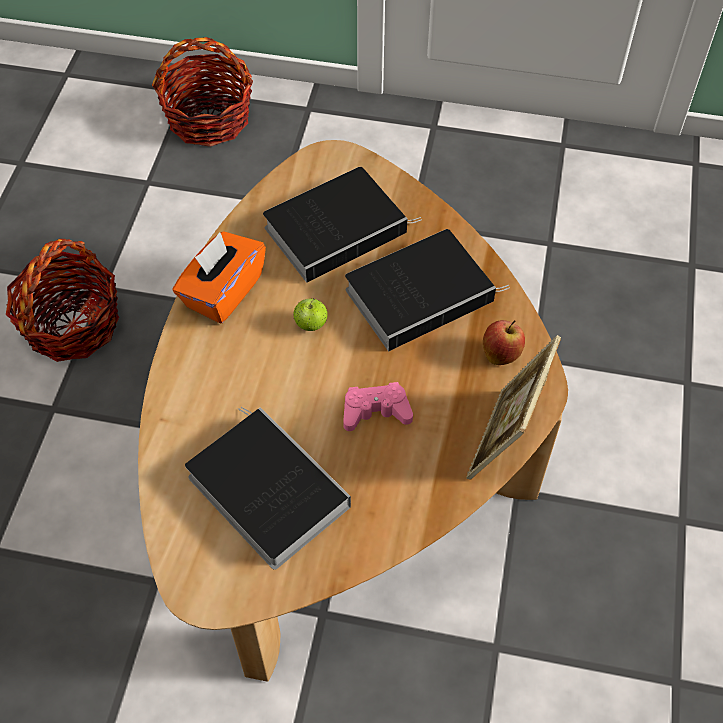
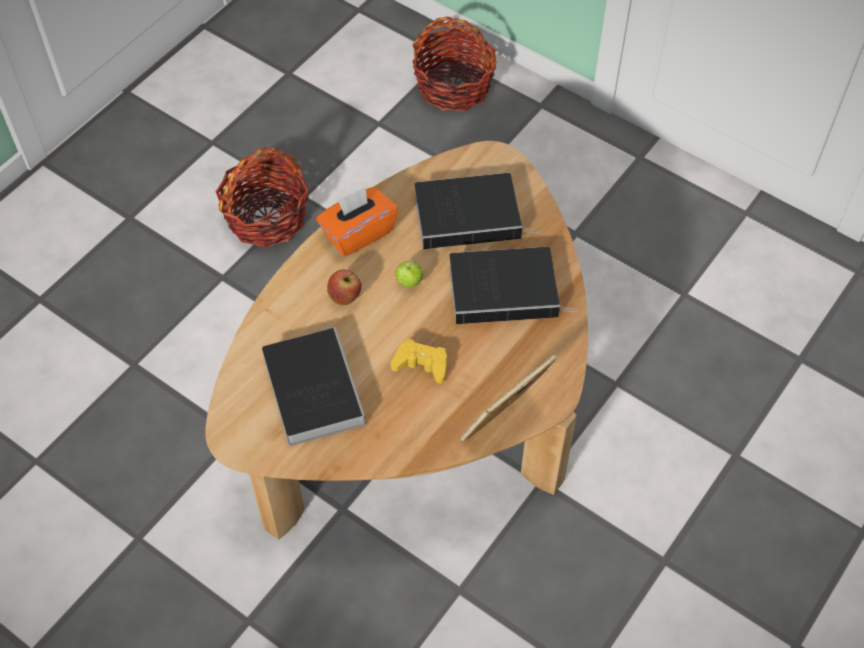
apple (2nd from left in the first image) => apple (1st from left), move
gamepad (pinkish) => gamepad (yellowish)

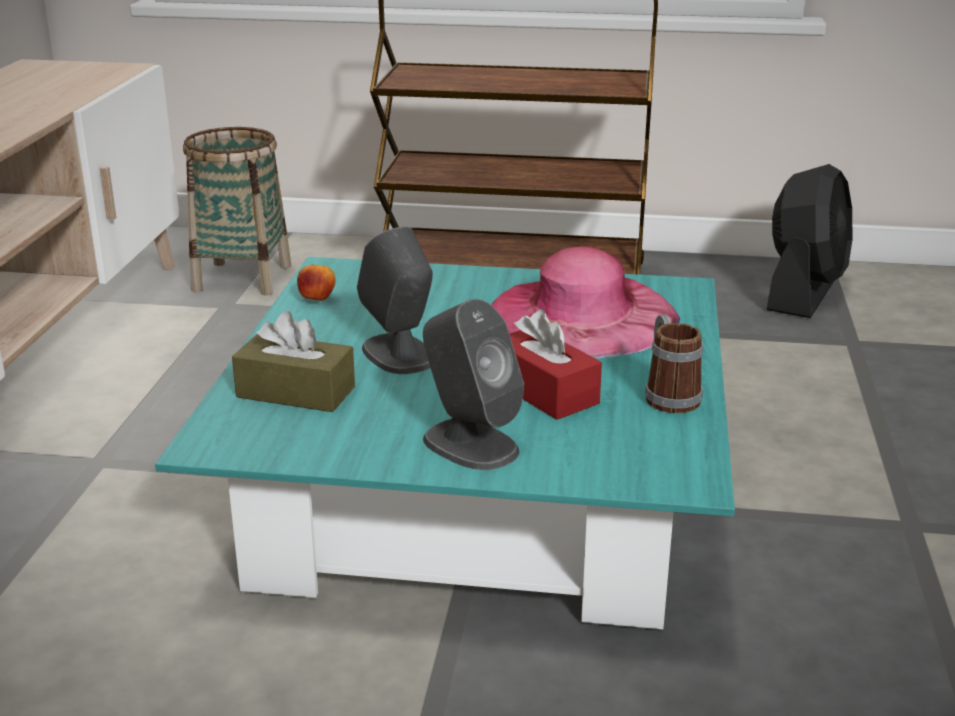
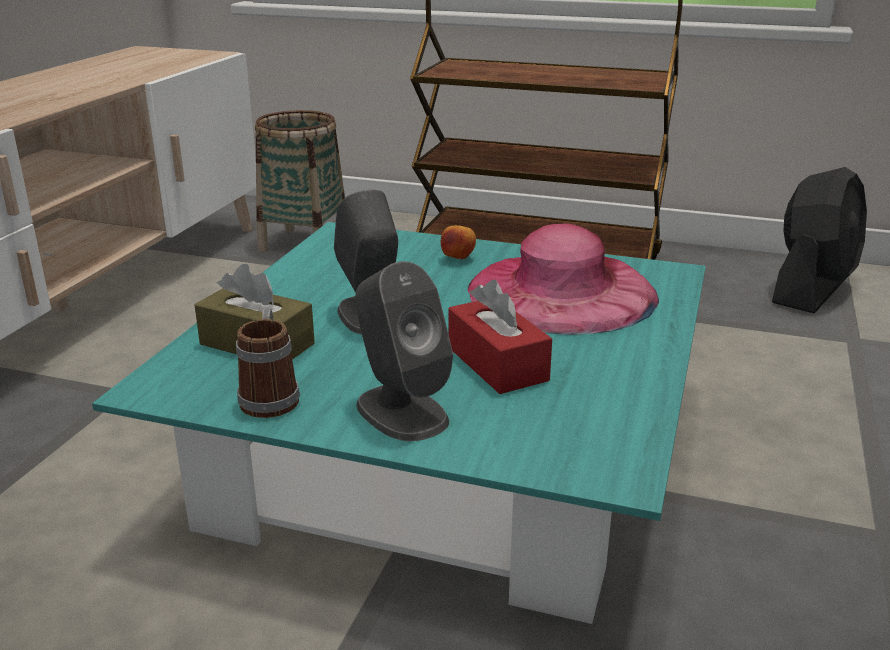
mug, move
apple, move

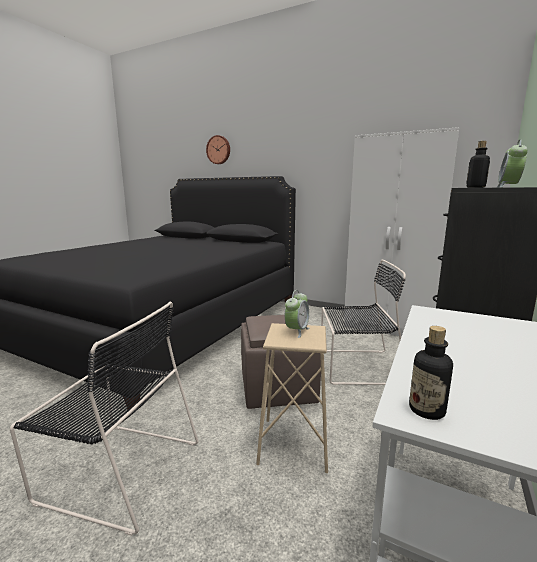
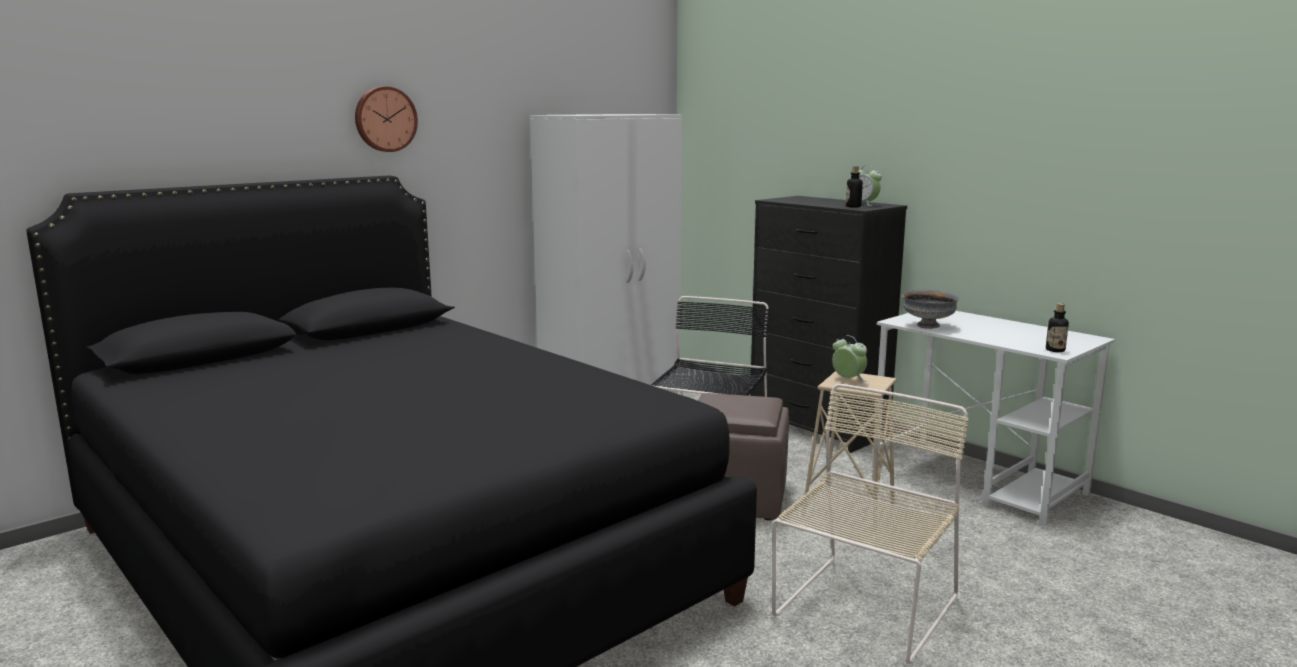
clock on the wall, move
upright chair (black-coloured) (1st from left) => upright chair (beige)
nothing => deep dish (gray)

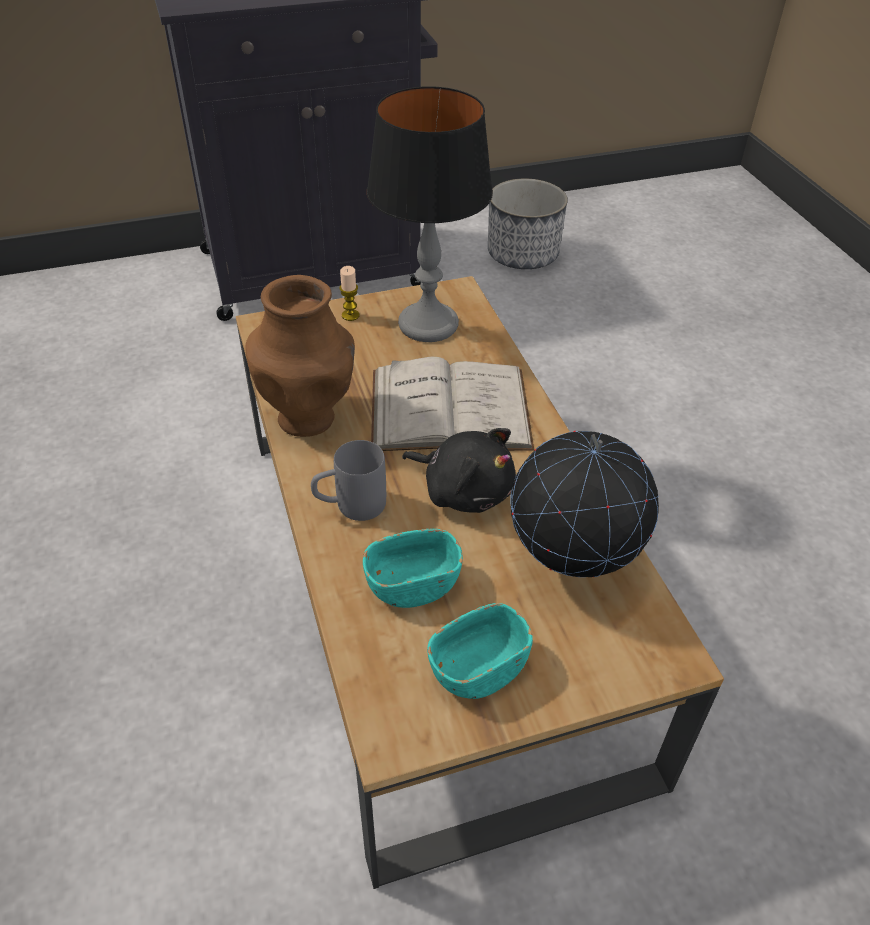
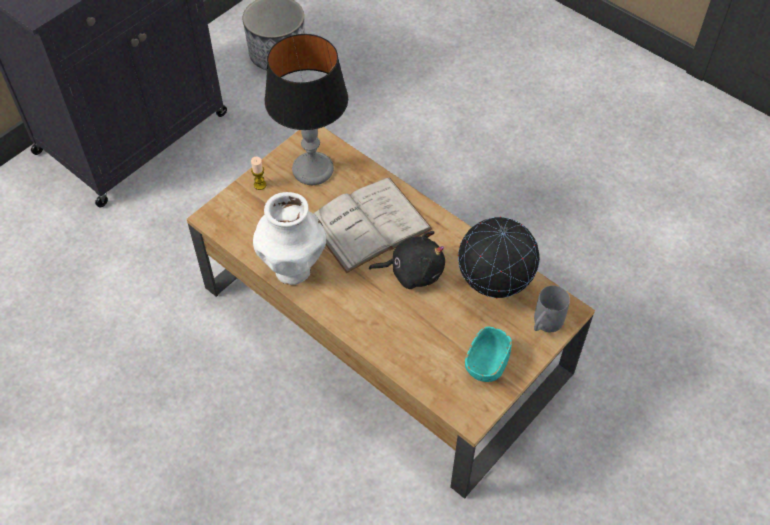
decorative vase (brown-coloured) => decorative vase (white-coloured)
mug (gray), move
deep dish (blue-green) (1st from left) => nothing

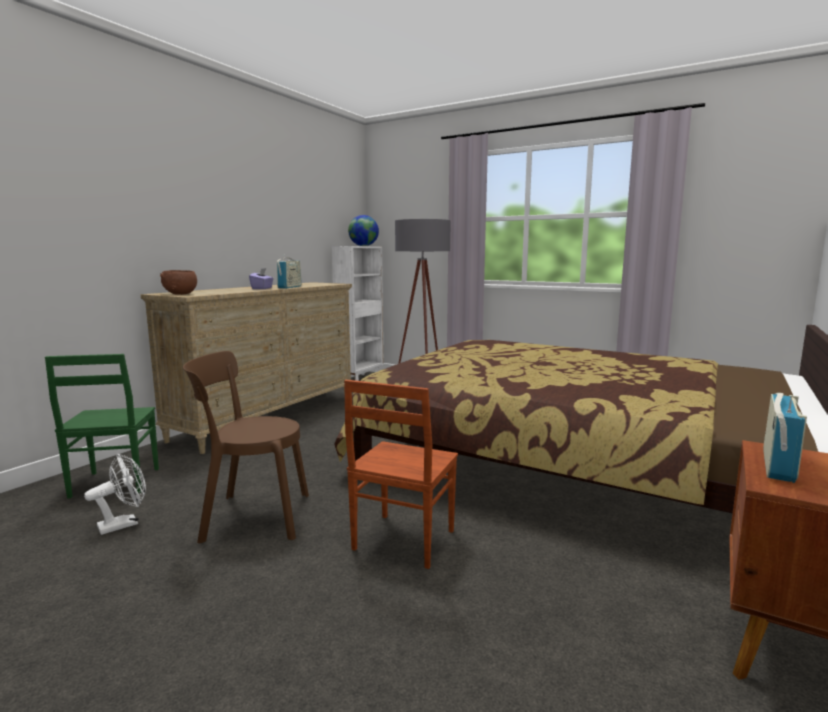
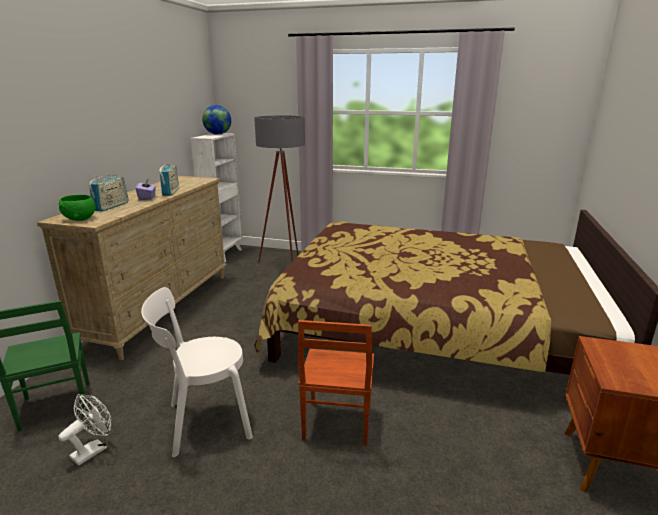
deep dish (brown-coloured) => deep dish (green-coloured)
radio (2nd from left in the first image) => radio (1st from left), move
upright chair (brown-coloured) (1st from left) => upright chair (white-coloured)

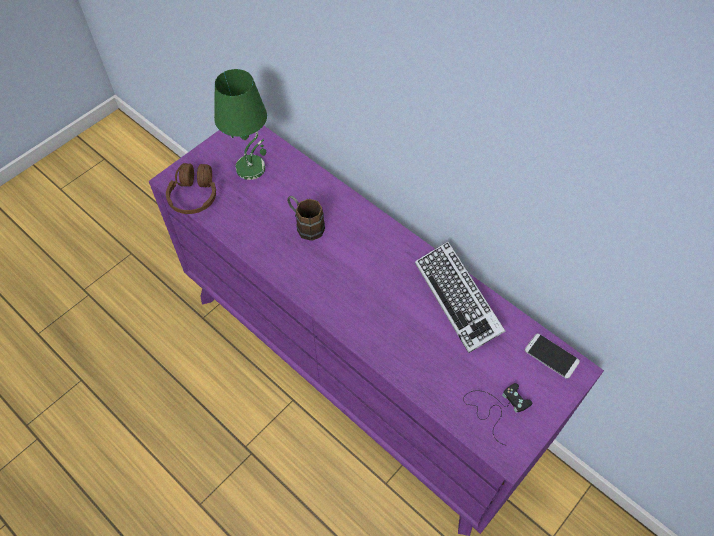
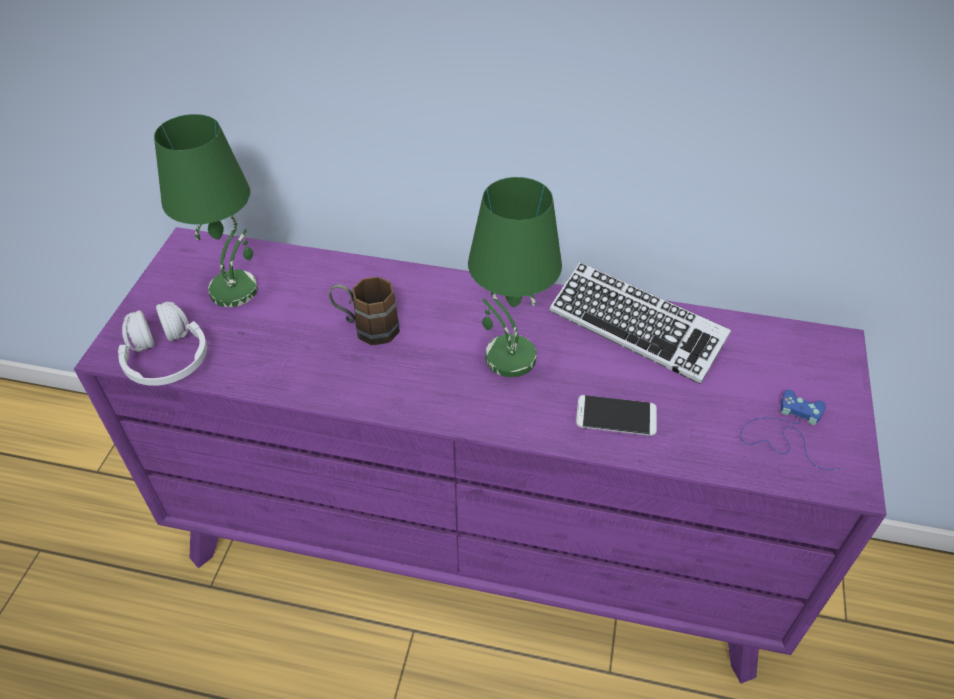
pair of headphones (brown-coloured) => pair of headphones (white-coloured)
nothing => tabletop lamp (green-coloured) (2nd from left)
phone, move
gamepad (black-coloured) => gamepad (bluish)

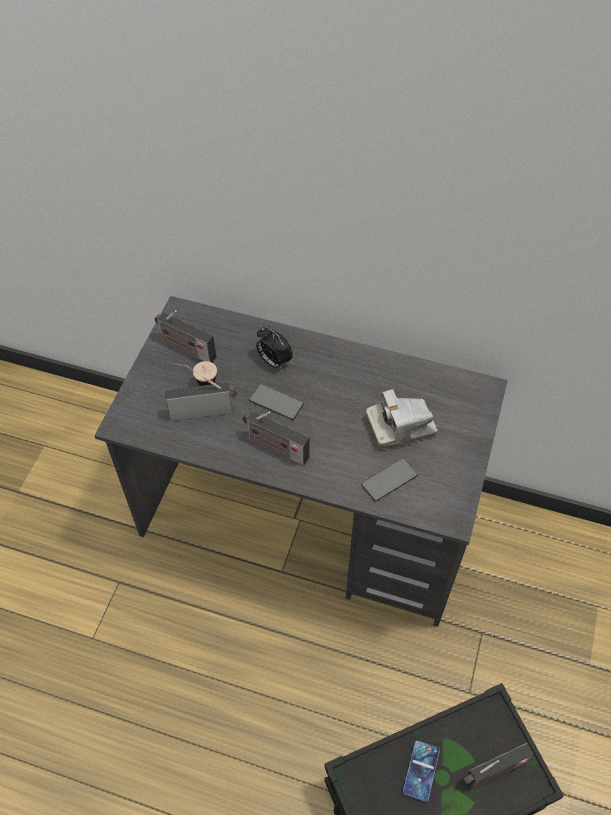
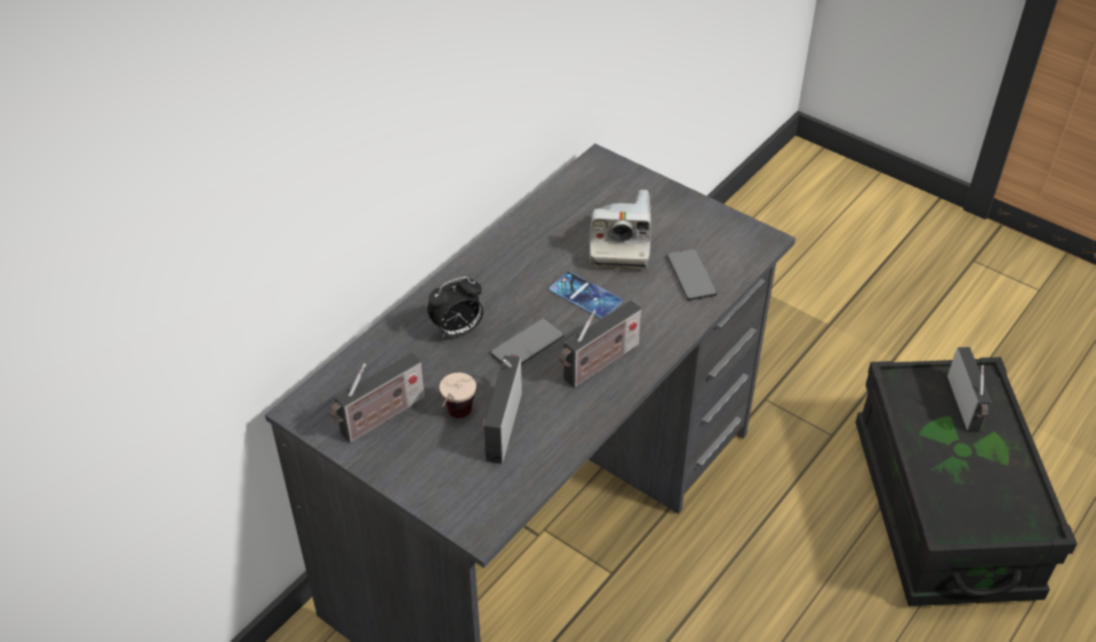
phone (3rd from left in the first image) => phone (2nd from left), move

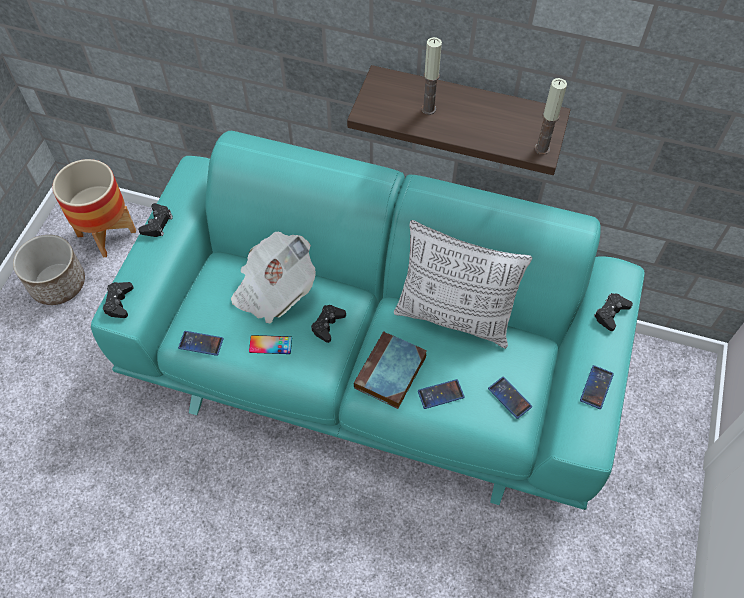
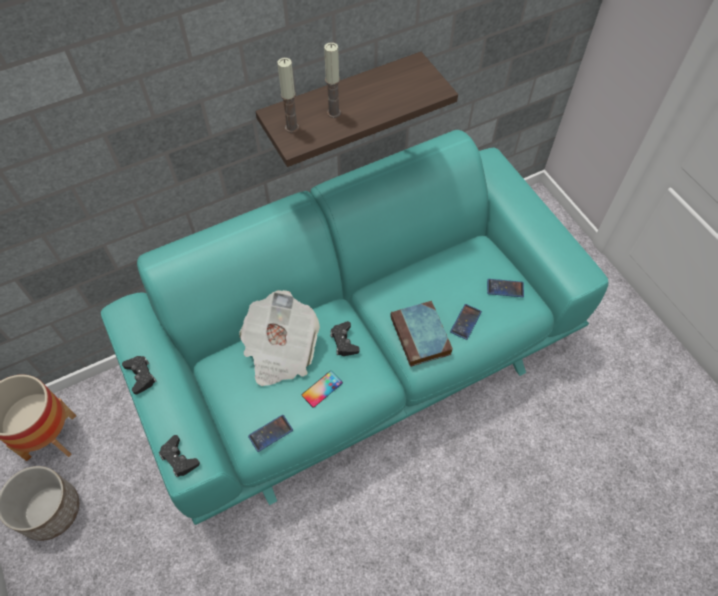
wax candle (2nd from left in the first image) => wax candle (1st from left), move
throw pillow => nothing
phone (5th from left) => nothing
gamepad (black-coloured) (4th from left) => nothing

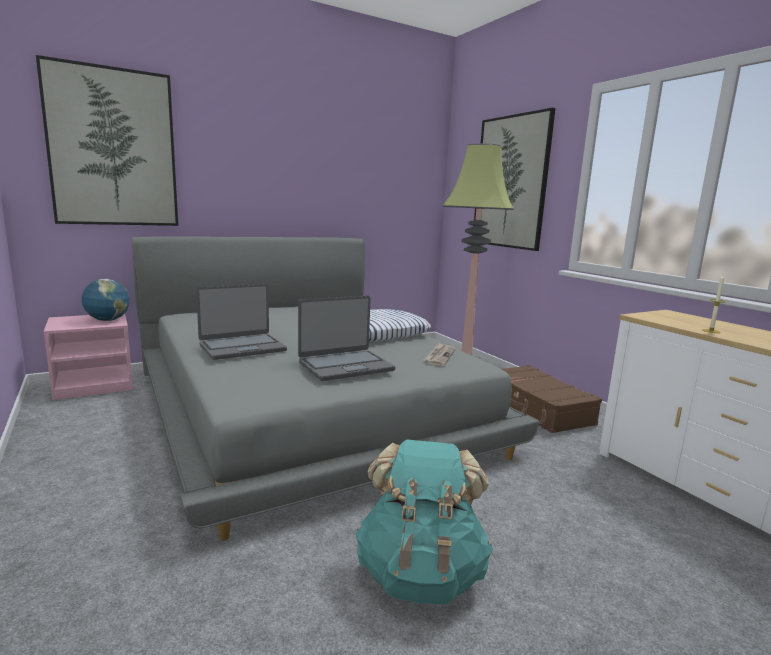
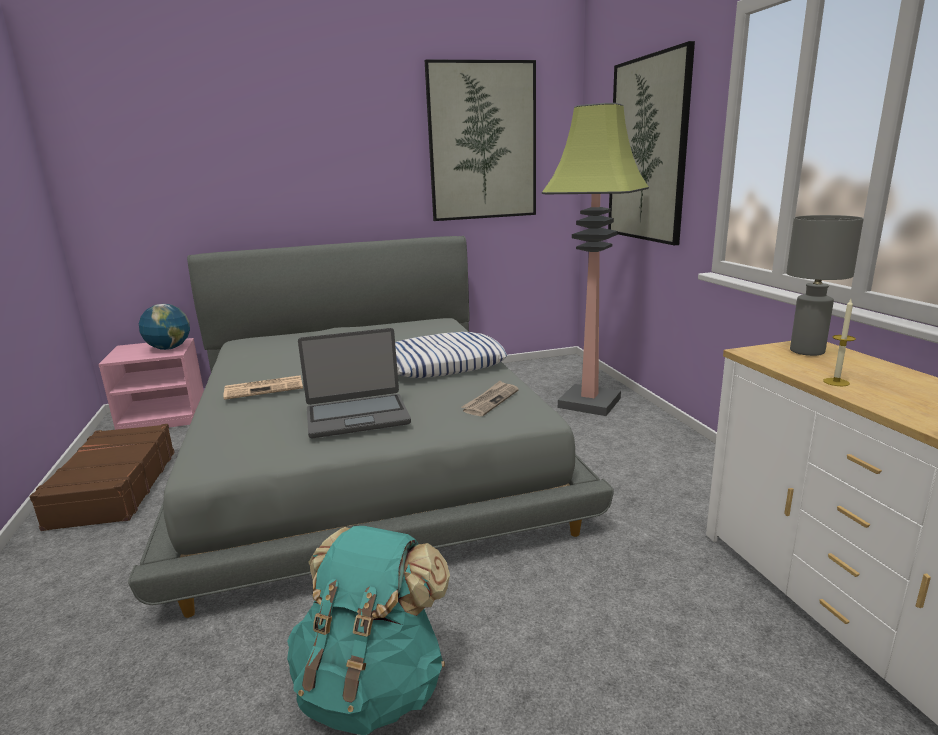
travel case (brown-coloured), move
notebook computer (1st from left) => daily paper (1st from left)
picture (1st from left), move
nothing => tabletop lamp (gray)

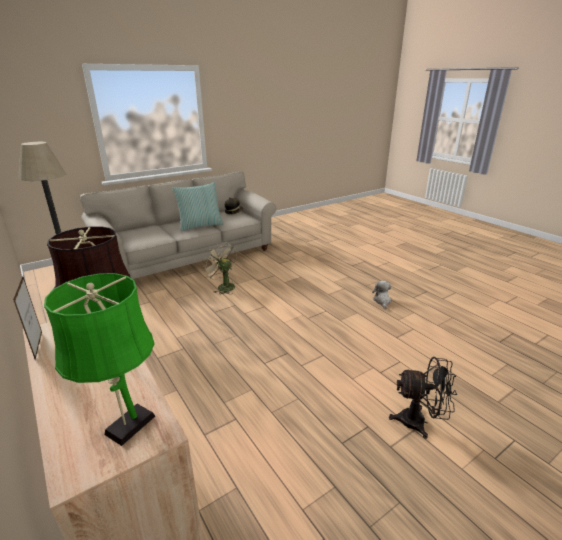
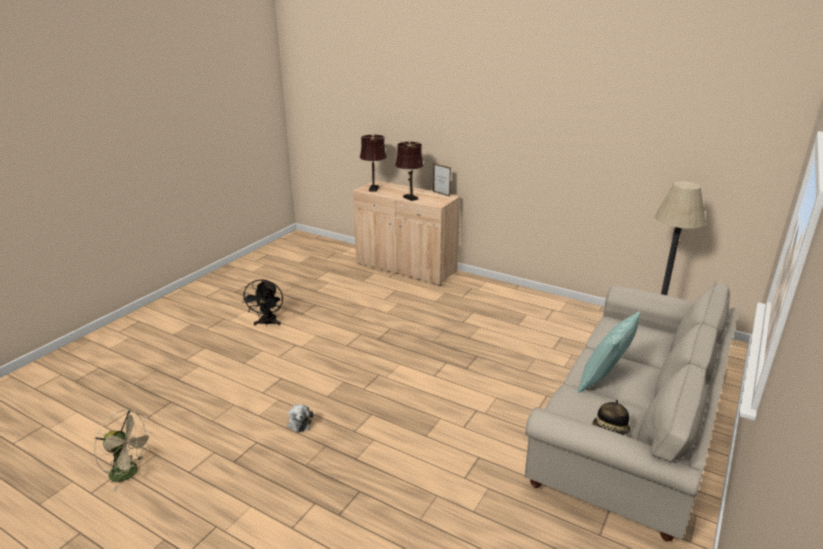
cooling fan (beige), move
cooling fan (black-coloured), 75 degrees counterclockwise
tabletop lamp (green-coloured) => tabletop lamp (brown-coloured) (1st from left)

